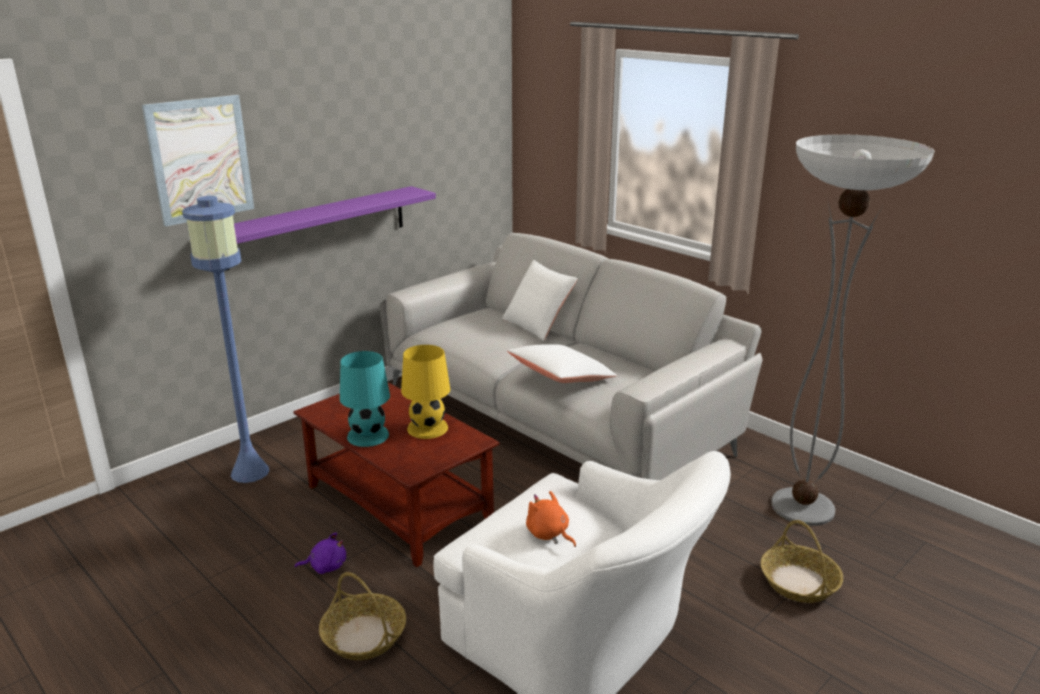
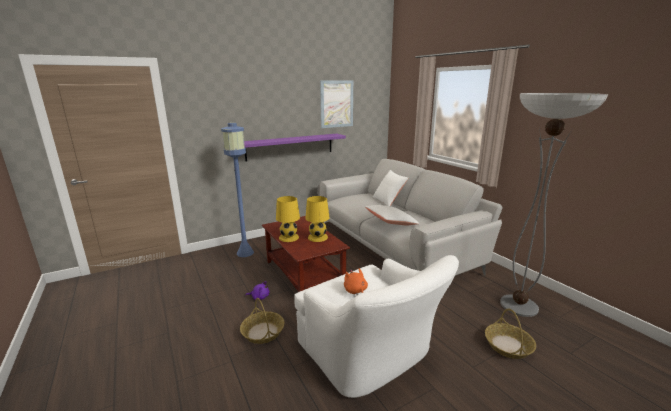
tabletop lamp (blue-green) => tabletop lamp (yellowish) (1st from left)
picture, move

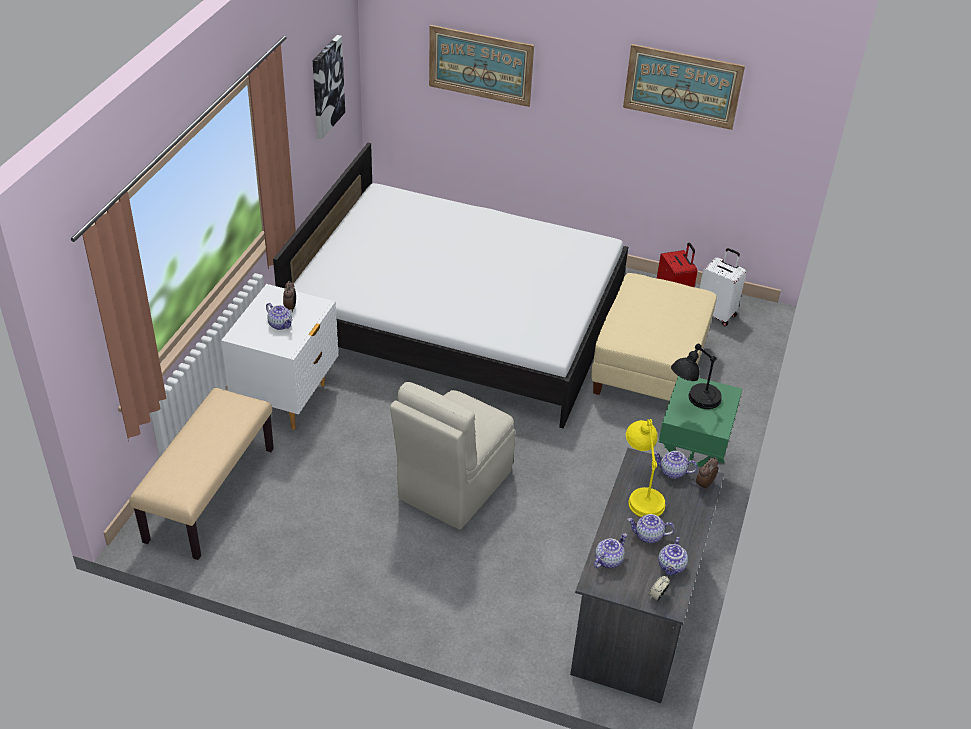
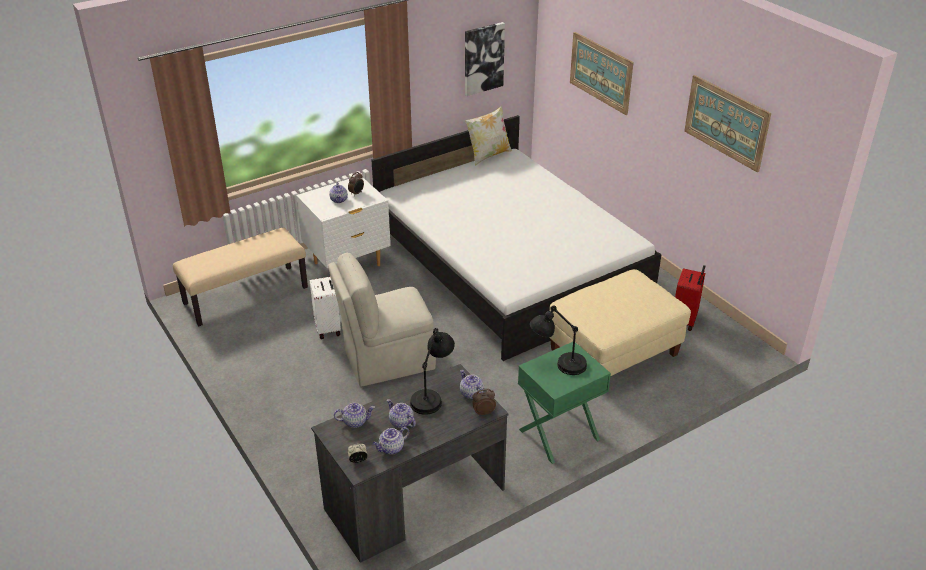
travel case (white-coloured), move
tabletop lamp (yellowish) => tabletop lamp (black-coloured) (1st from left)
nothing => throw pillow

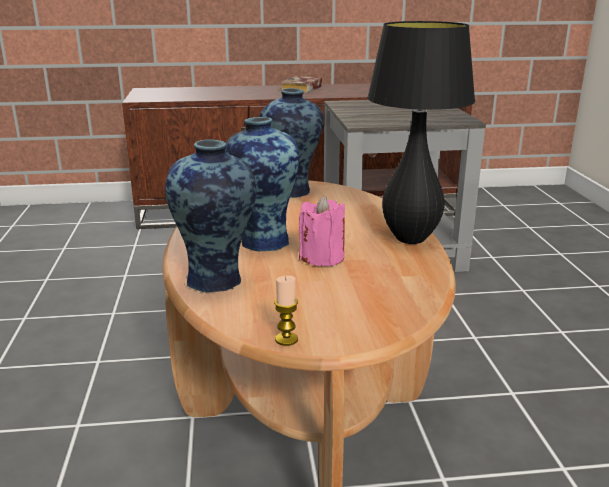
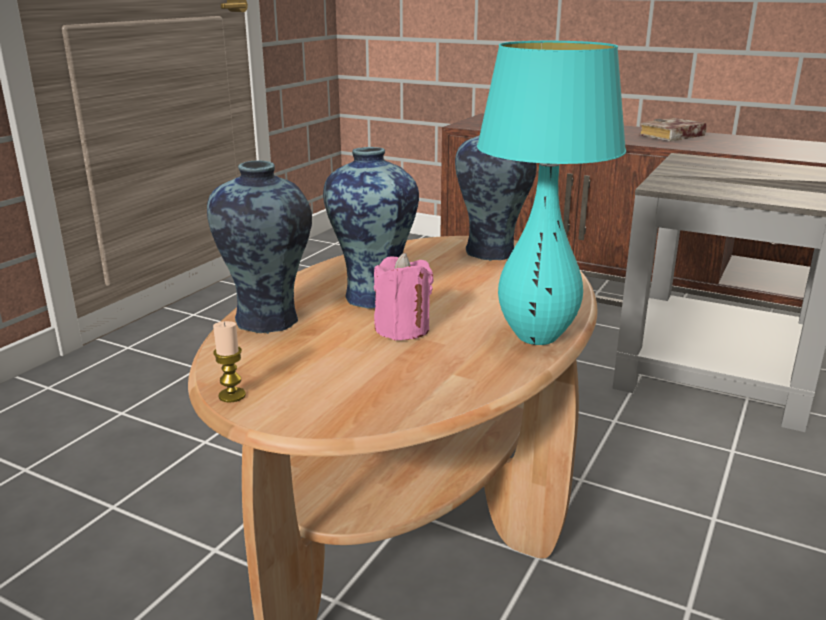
tabletop lamp (black-coloured) => tabletop lamp (blue-green)

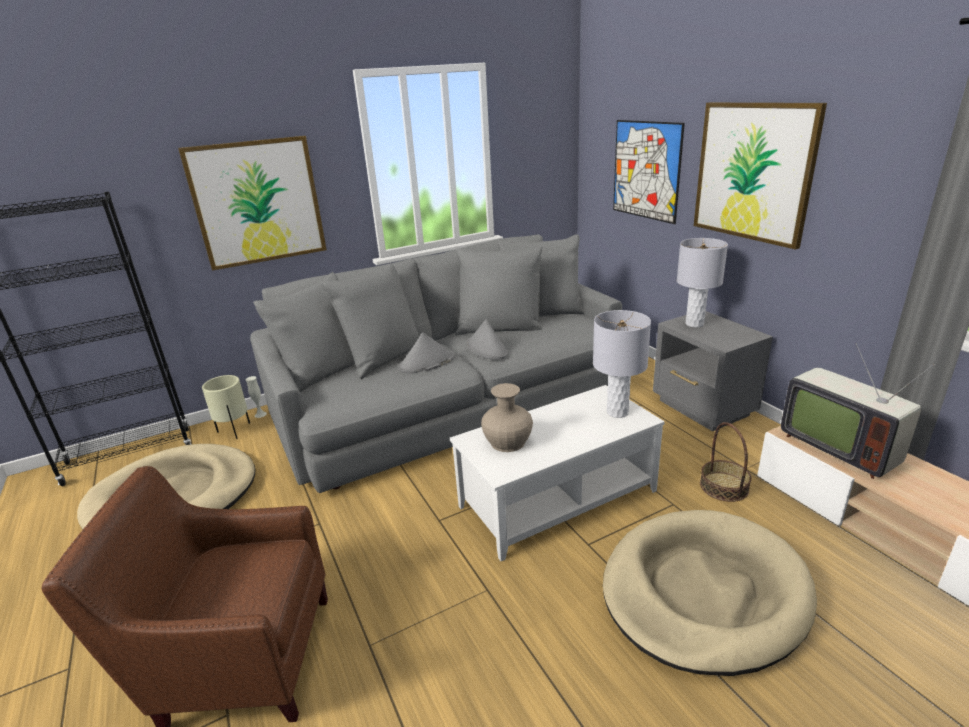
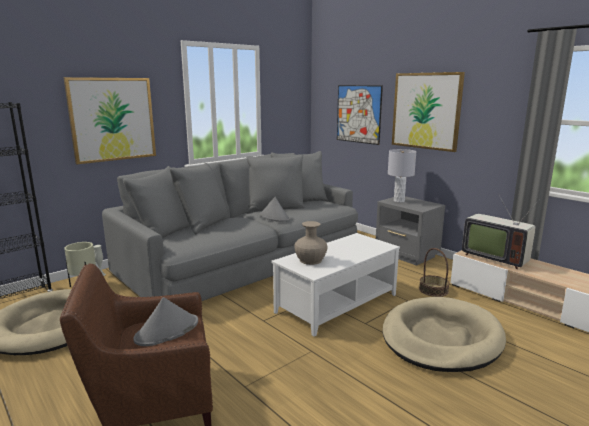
wearable hat (gray) (1st from left), move
tabletop lamp (gray) (1st from left) => nothing

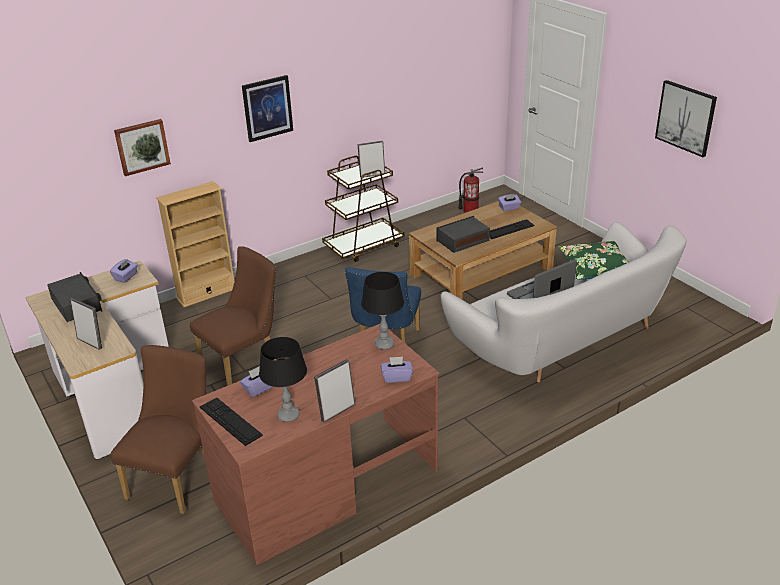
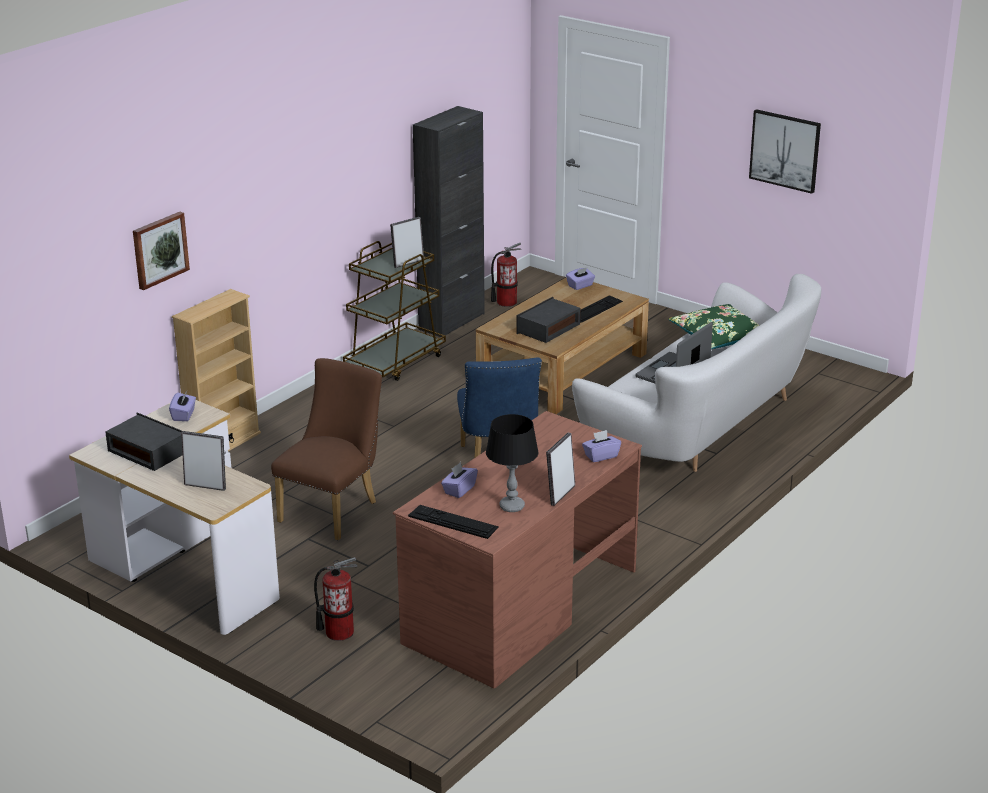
upright chair (brown-coloured) (1st from left) => fire-fighting cylinder (1st from left)
nothing => storage cabinet (black-coloured)
picture (2nd from left) => nothing
tabletop lamp (black-coloured) (2nd from left) => nothing

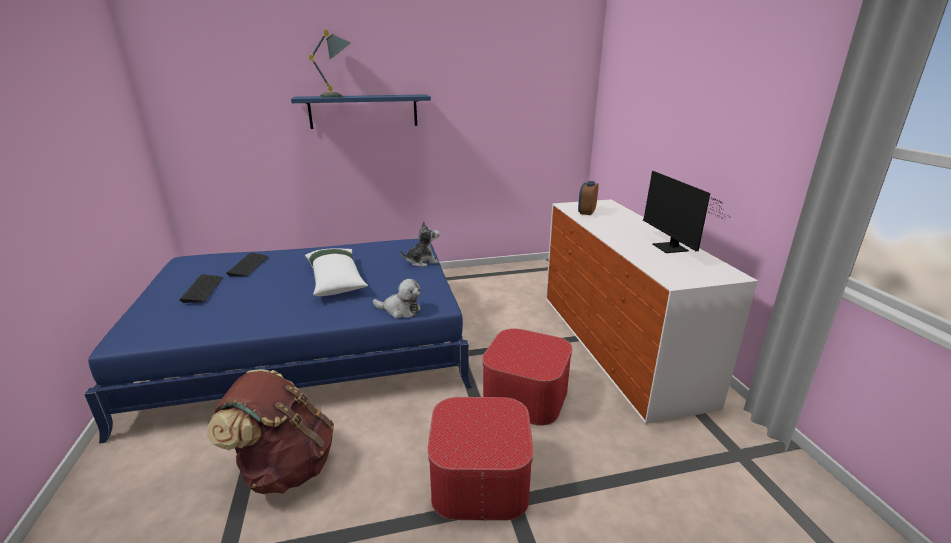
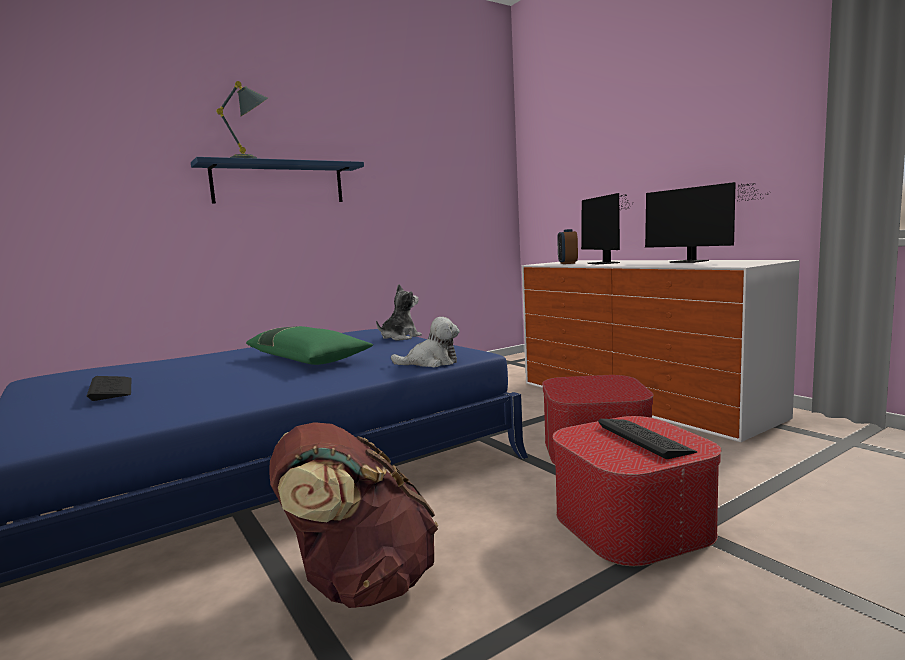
throw pillow (white-coloured) => throw pillow (green-coloured)
nothing => computer display (1st from left)
keyboard (2nd from left), move

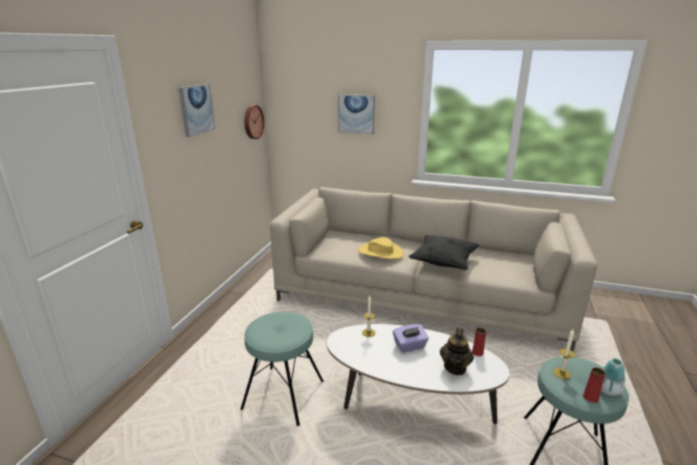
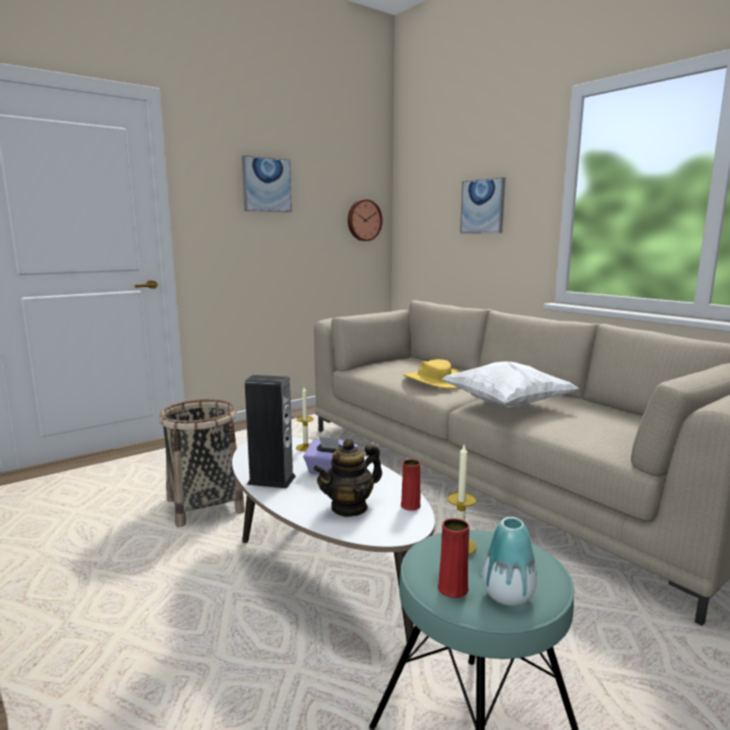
sitting stool (blue-green) (1st from left) => household basket
nothing => audio speaker
throw pillow (black-coloured) => throw pillow (white-coloured)

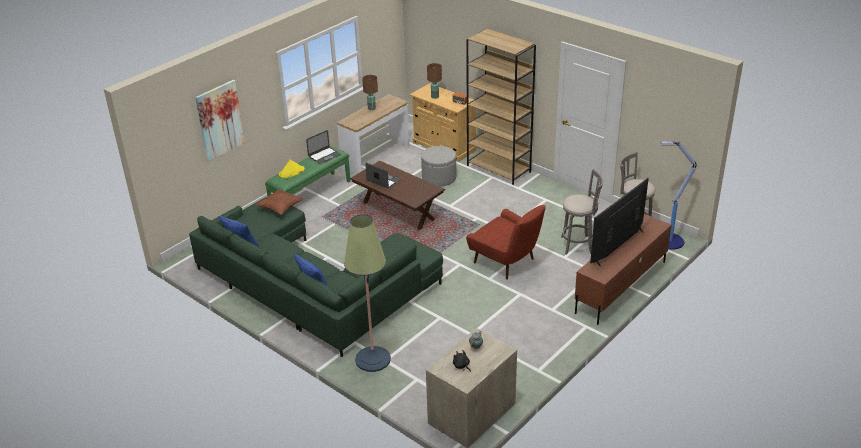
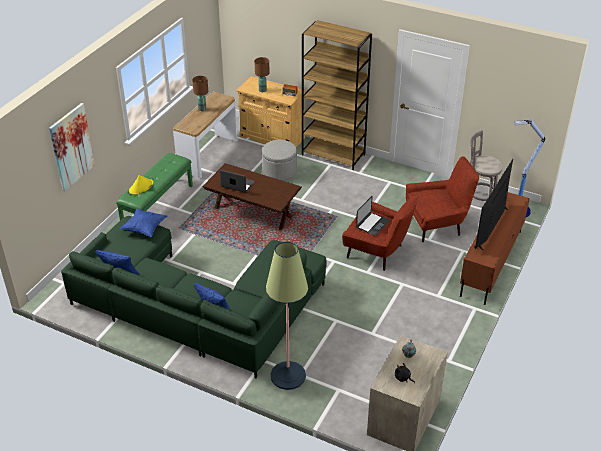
throw pillow (brown-coloured) => throw pillow (bluish) (2nd from left)
notebook computer (1st from left in the first image) => notebook computer (2nd from left), move
sitting stool (gray) (1st from left) => easy chair (red) (2nd from left)

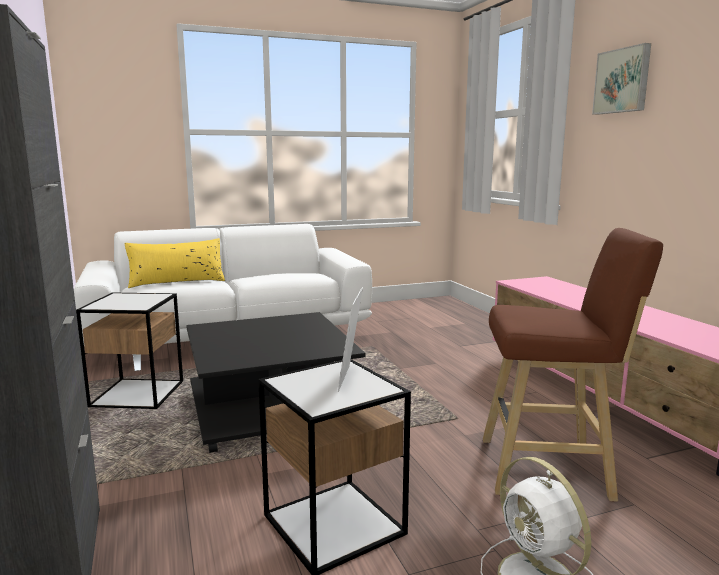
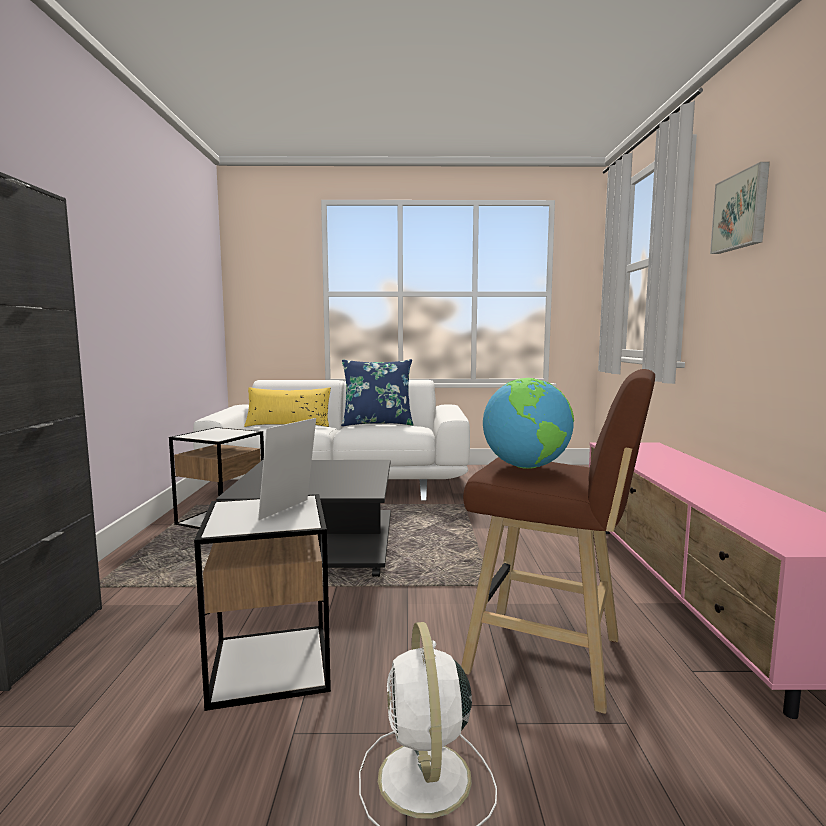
nothing => throw pillow (bluish)
nothing => world globe

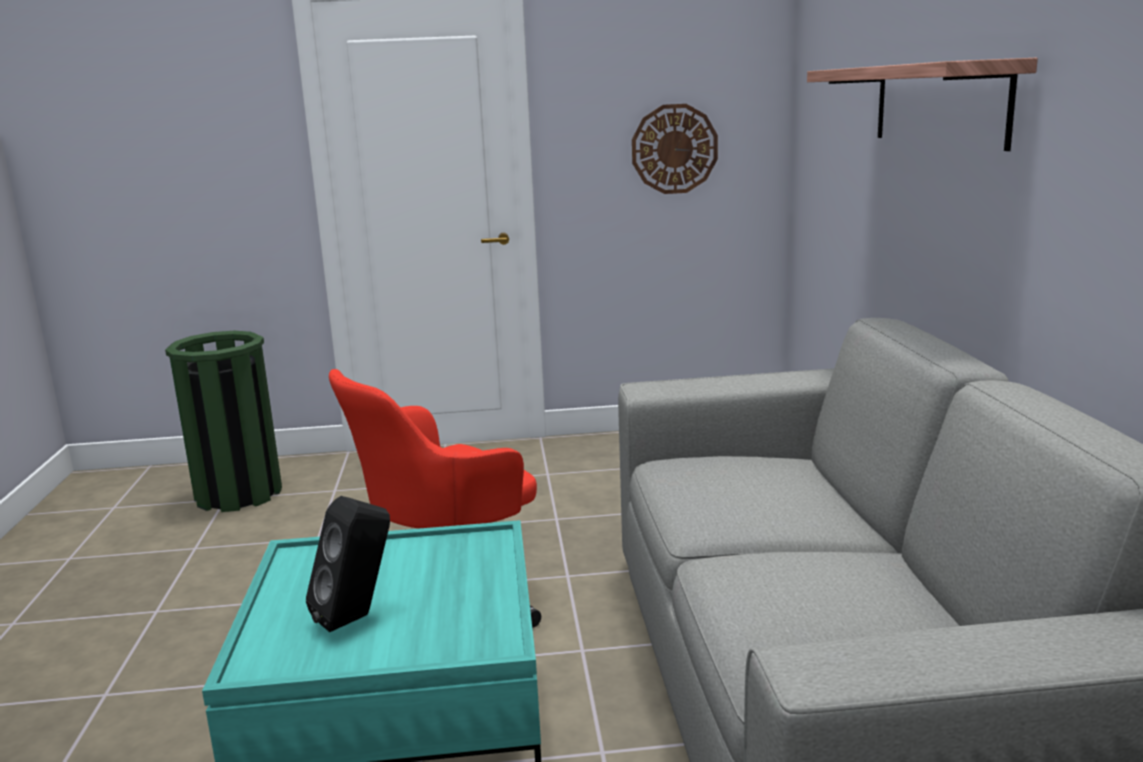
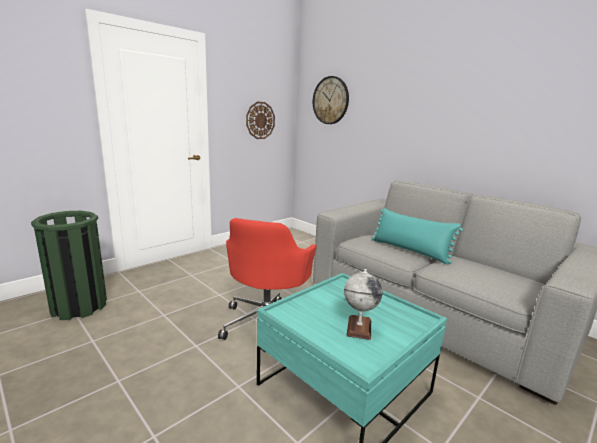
nothing => clock on the wall (2nd from left)
audio speaker (black-coloured) => world globe
nothing => throw pillow (blue-green)
wall shelf => nothing

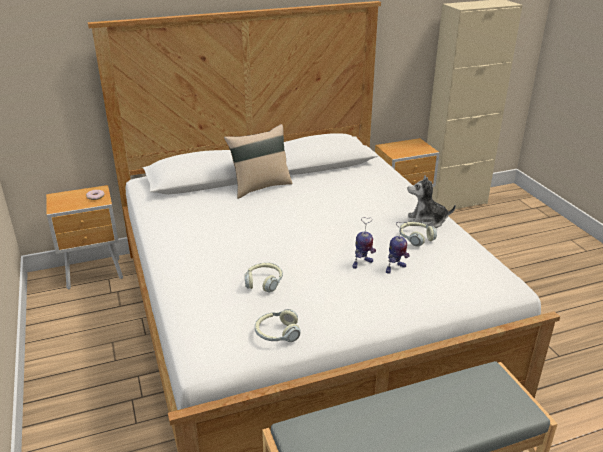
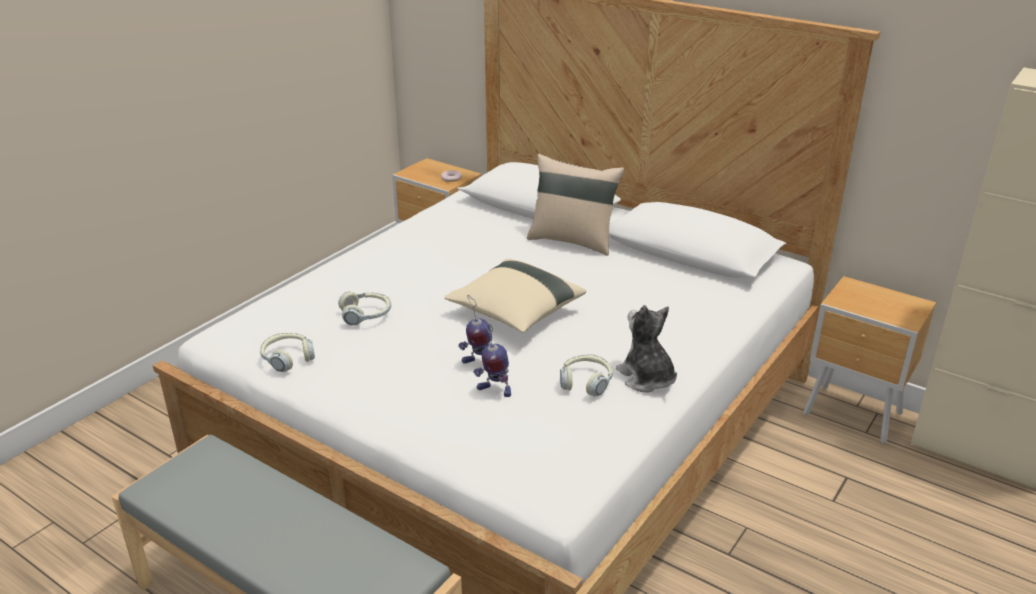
nothing => throw pillow (beige) (1st from left)

